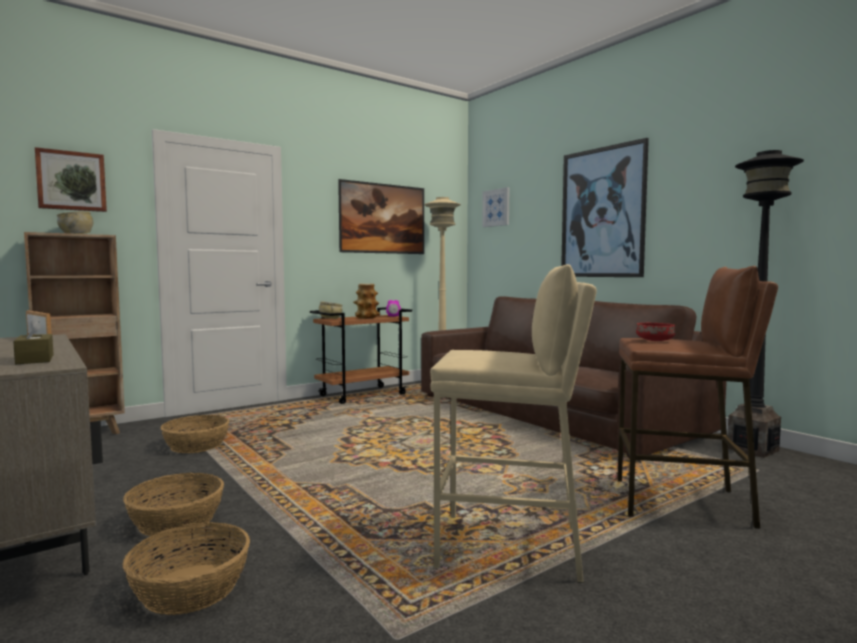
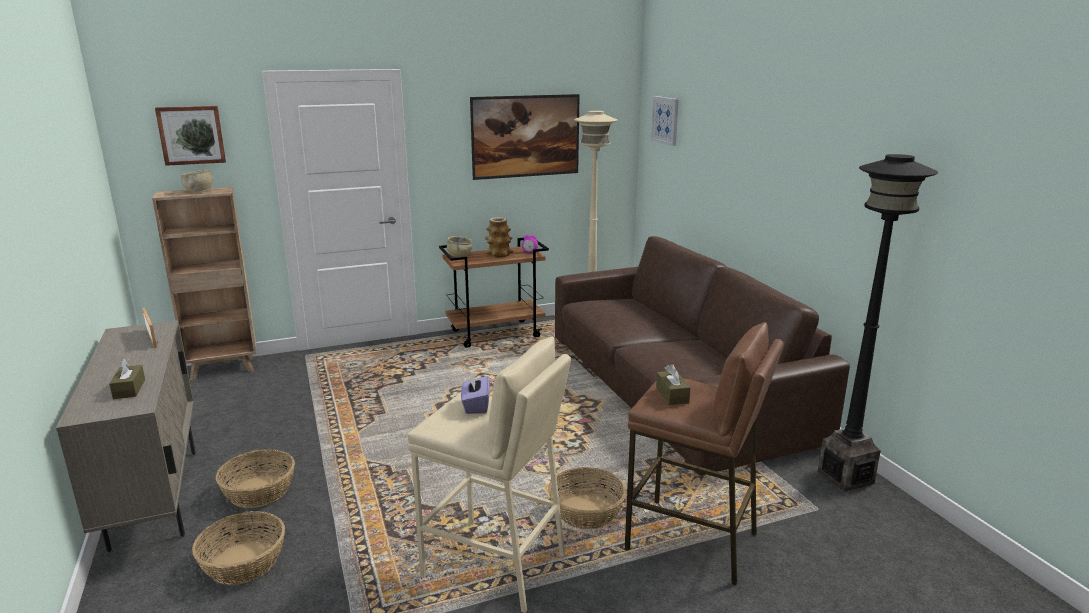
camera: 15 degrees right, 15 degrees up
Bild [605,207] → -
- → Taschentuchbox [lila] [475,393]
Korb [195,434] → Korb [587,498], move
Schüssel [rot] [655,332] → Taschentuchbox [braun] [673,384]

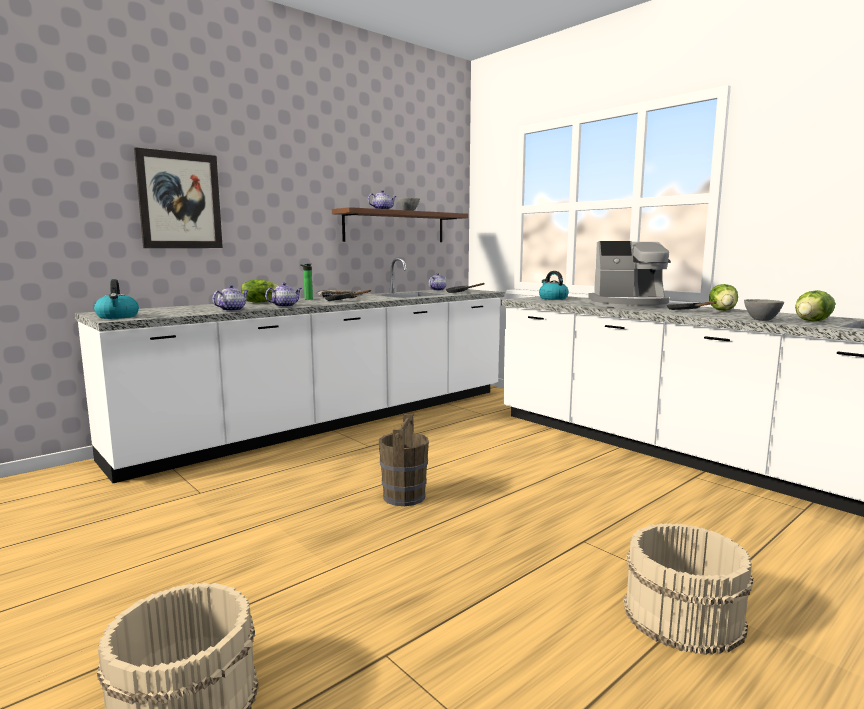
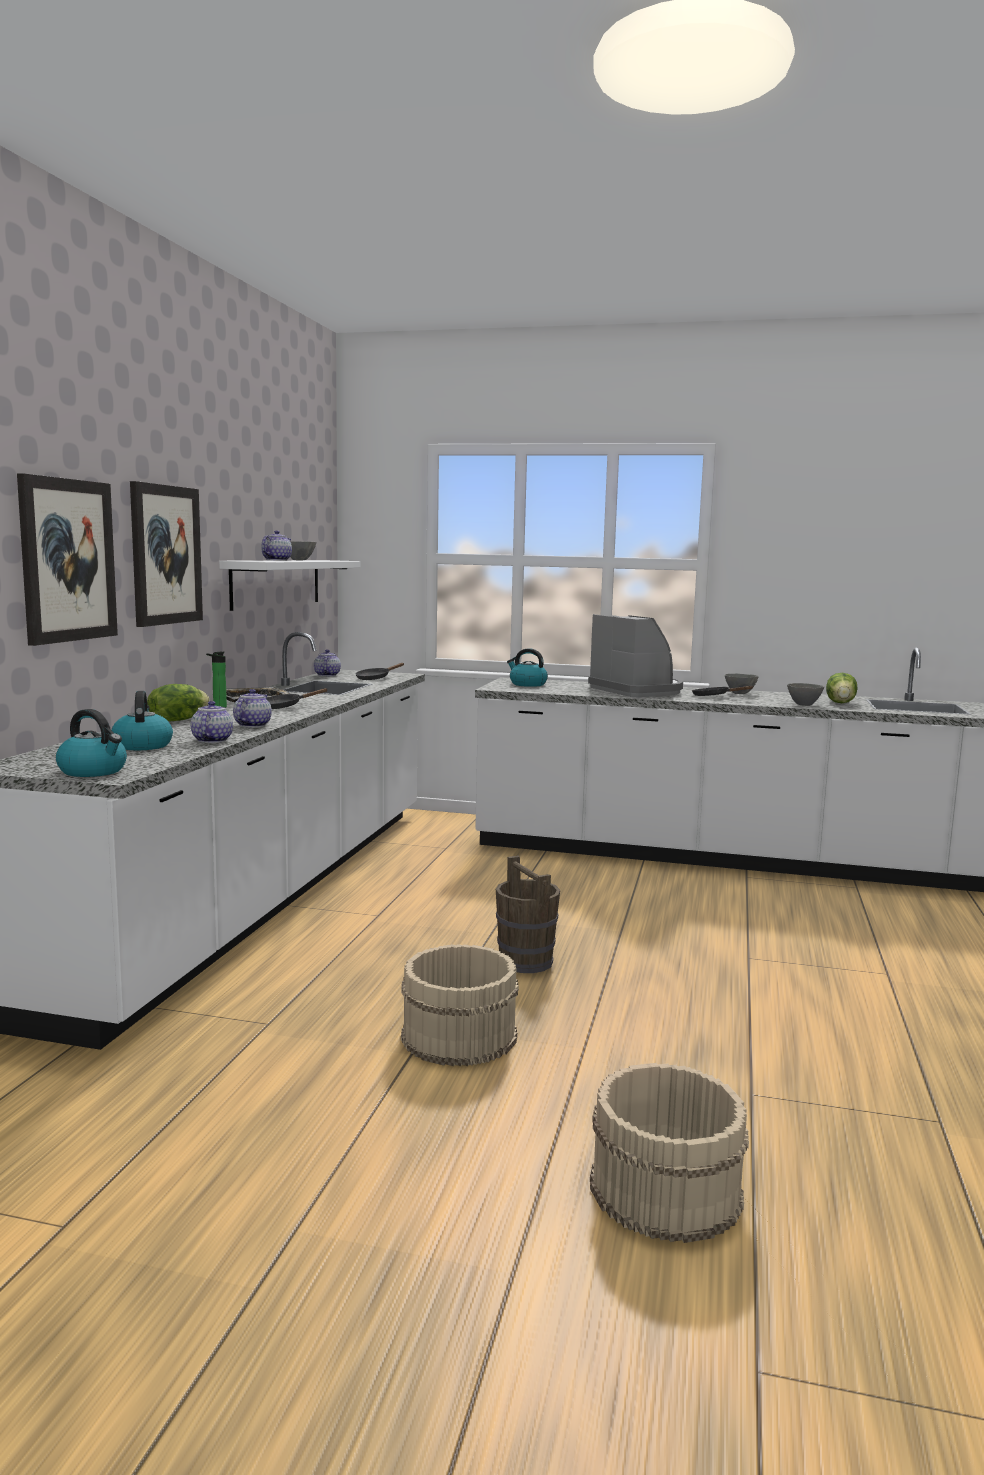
camera: 35 degrees left, 0 degrees up
- → Wasserkessel [142,720]
- → Bild [166,554]
Eimer [beige] [688,589] → Eimer [beige] [460,1005], move
Salatkopf [723,297] → Schüssel [grau] [742,684]
Wandregal [braun] [400,224] → Wandregal [weiß] [290,585]
Kaffeemaschine [629,275] → Kaffeemaschine [635,656], 90 degrees counterclockwise

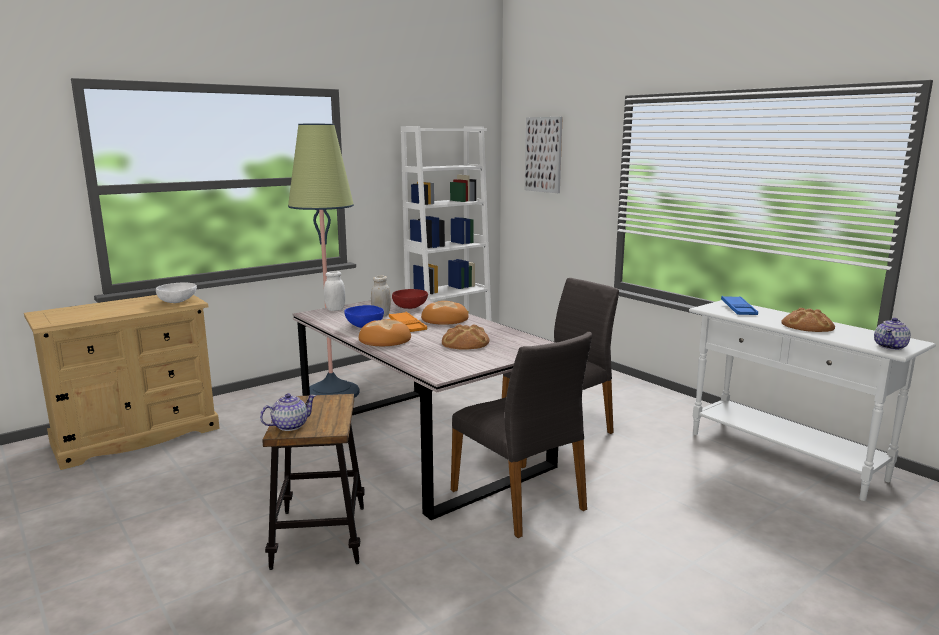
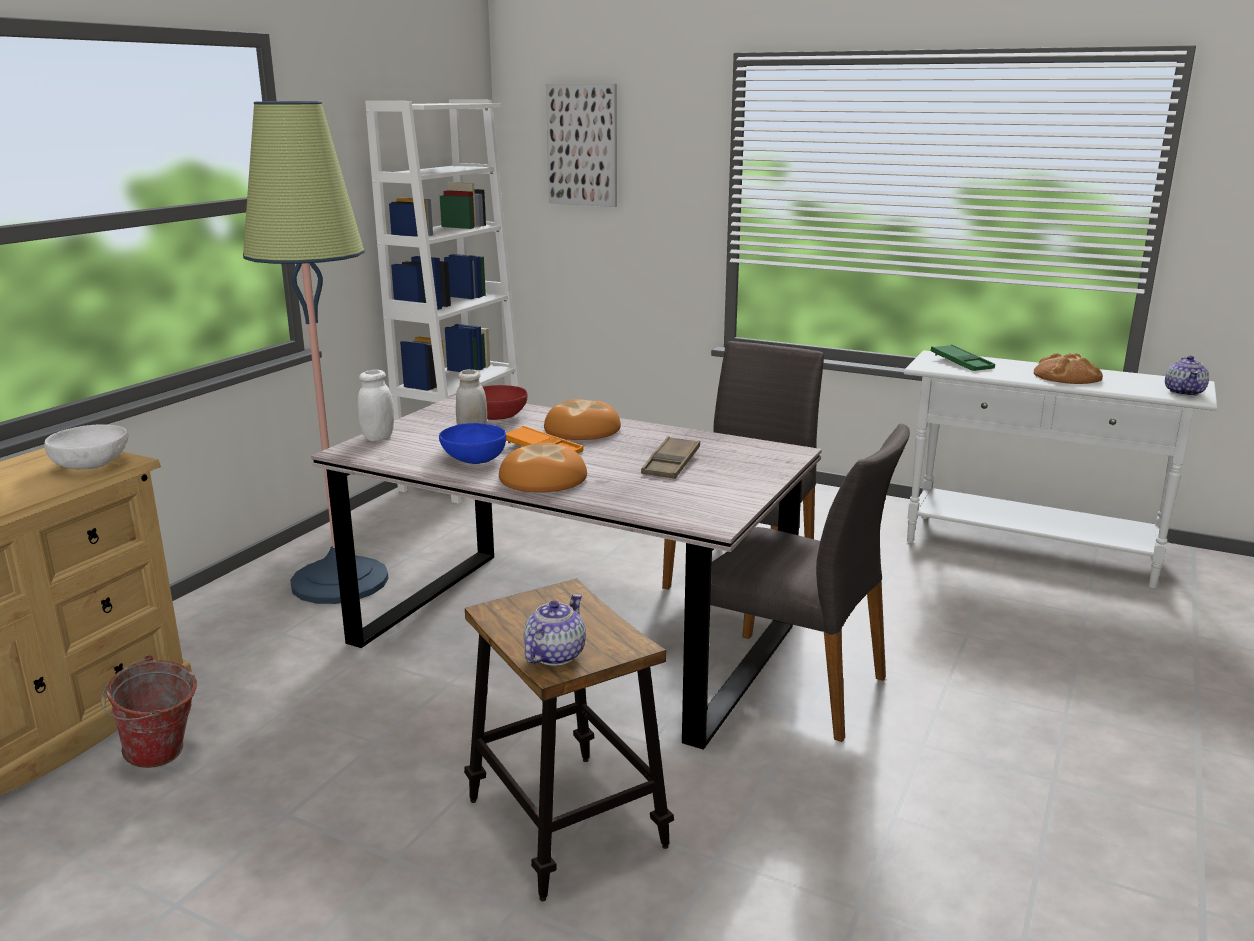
camera: 25 degrees left, 5 degrees up
- → Eimer [149,711]
Brot [466,337] → Tablett [braun] [670,457]
Tablett [blau] [739,305] → Tablett [grün] [963,357]

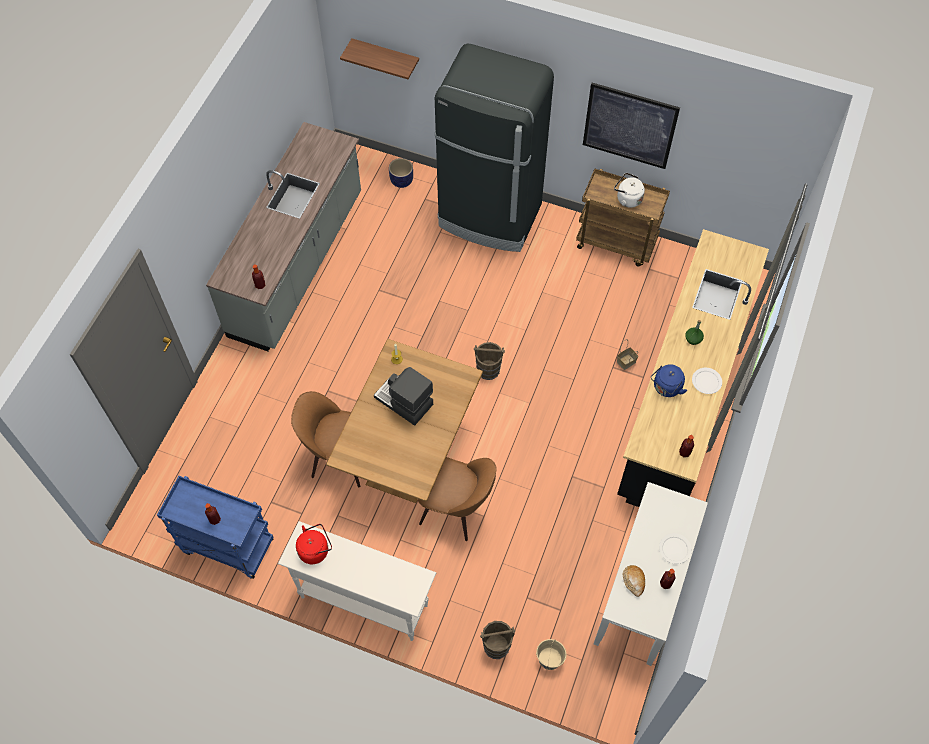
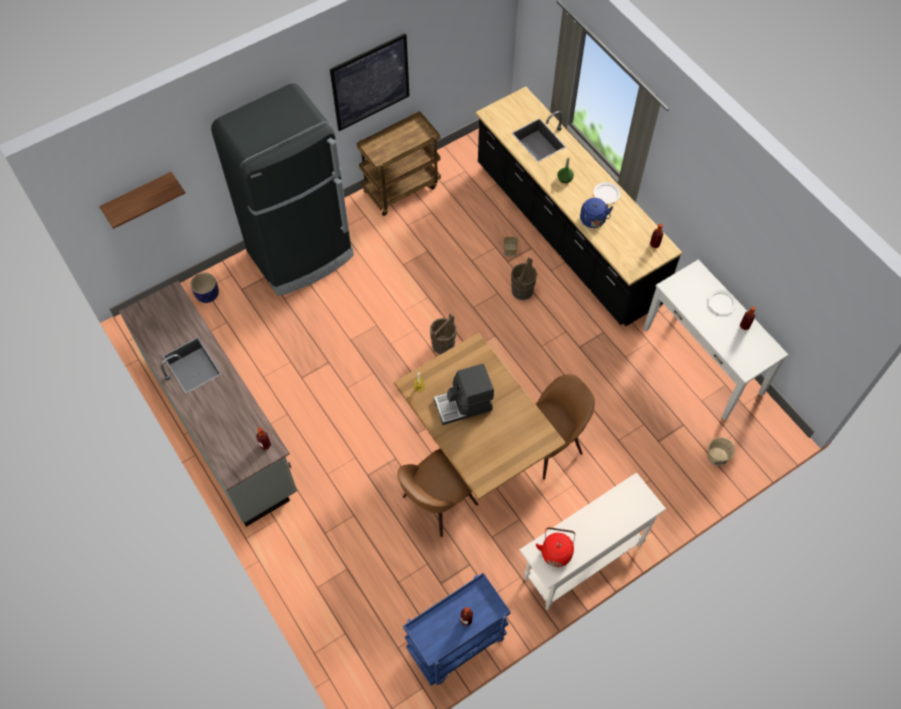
camera: 55 degrees left, 0 degrees up
Wasserkessel [weiß] [629,190] → -
Brot [634,581] → -
Eimer [braun] [497,640] → Eimer [braun] [524,279], move

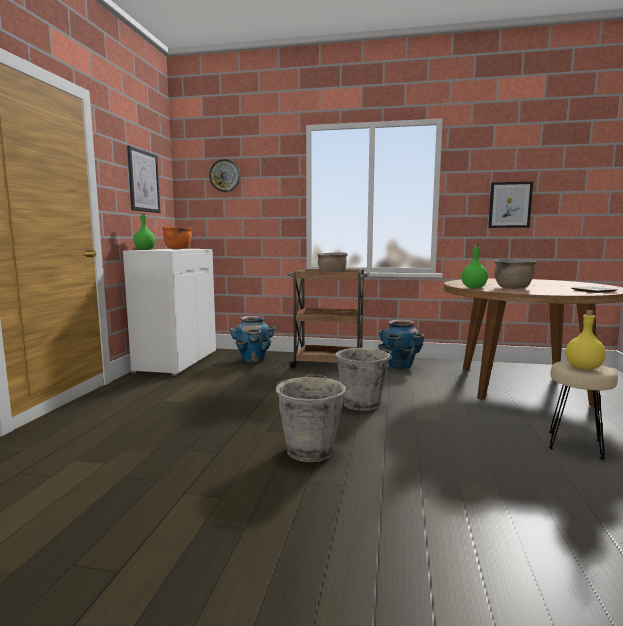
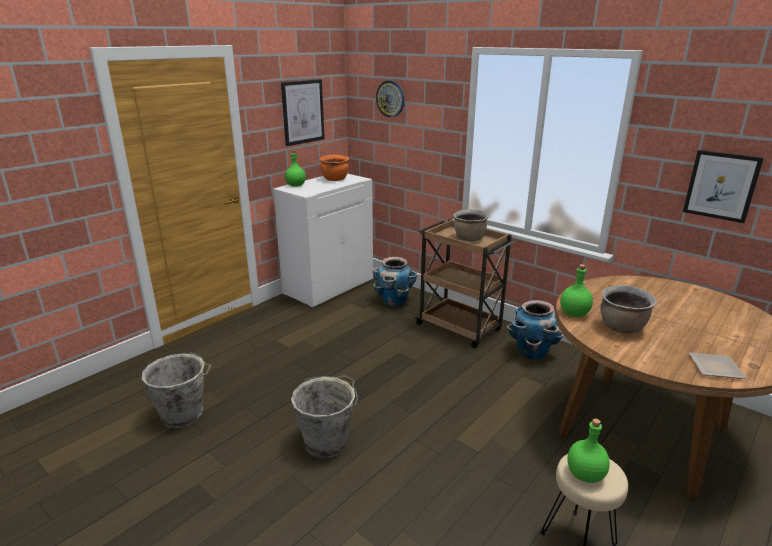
camera: 30 degrees right, 15 degrees up
Eimer [grau] [363,379] → Eimer [grau] [177,390], move
Flasche [gelb] [586,340] → Flasche [grün] [588,451]

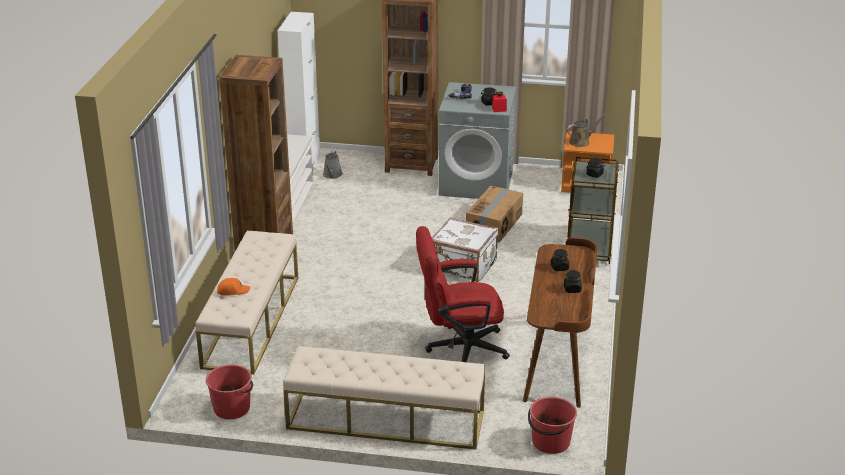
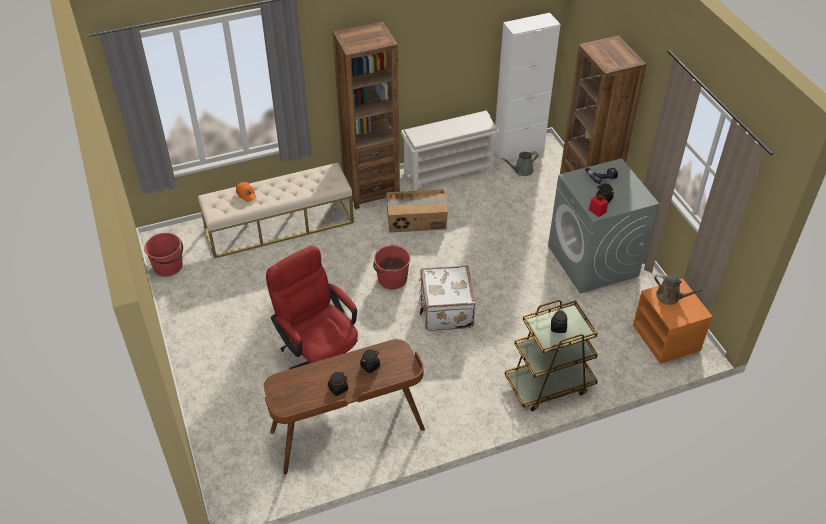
camera: 60 degrees right, 15 degrees up
Bank [beige] [384,398] → -
Karton [494,214] → Karton [417,211], move
Eimer [rot] [552,425] → Eimer [rot] [392,267], move

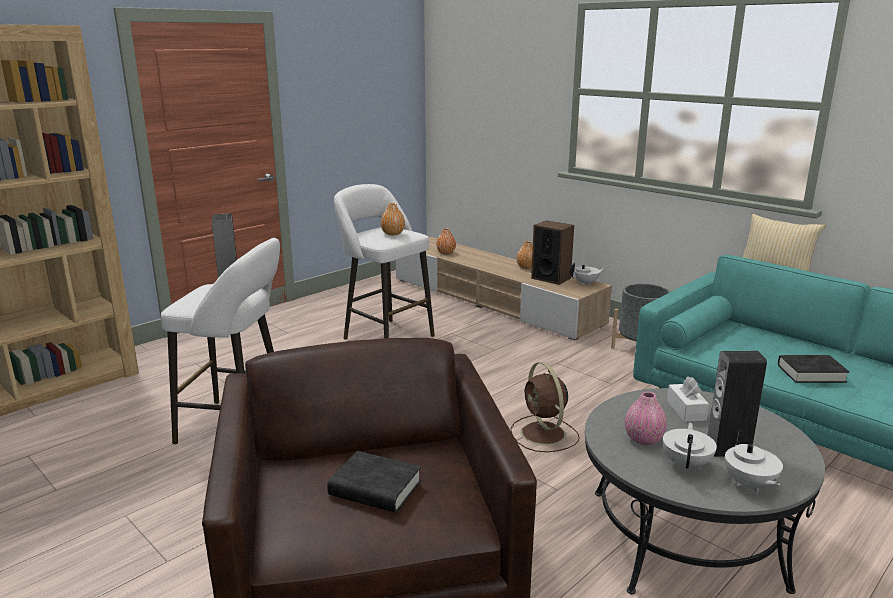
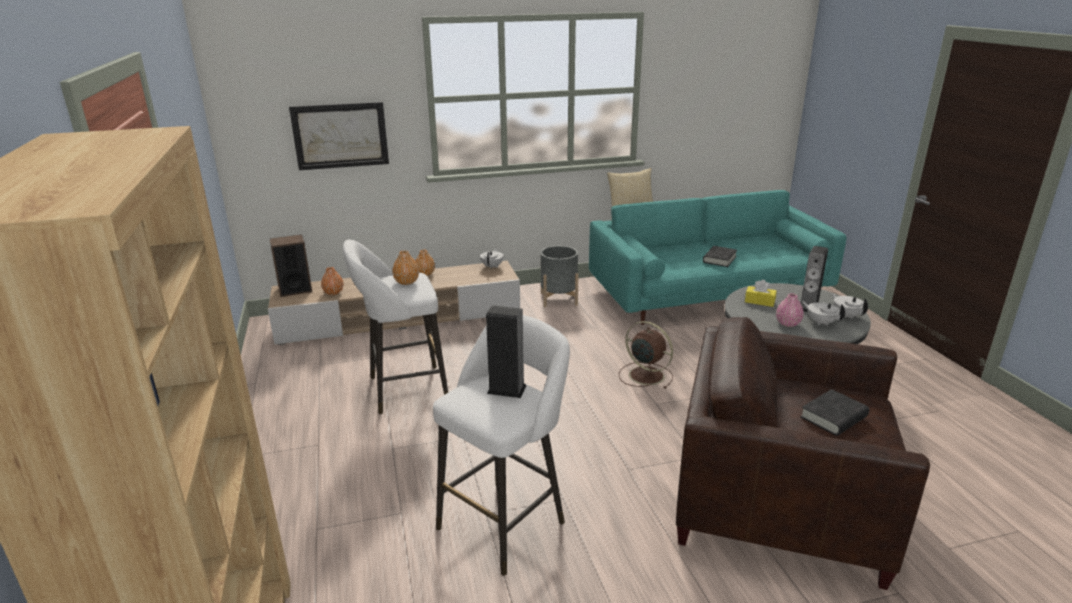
camera: 60 degrees left, 5 degrees up
- → Bild [339,136]
Lautsprecher [552,252] → Lautsprecher [291,265], move
Taschentuchbox [weiß] [688,399] → Taschentuchbox [gelb] [761,293]
Ventilator [braun] [545,407] → Ventilator [braun] [646,355], 150 degrees counterclockwise
Teekanne [weiß] [754,461] → Teekanne [weiß] [849,306], 135 degrees counterclockwise

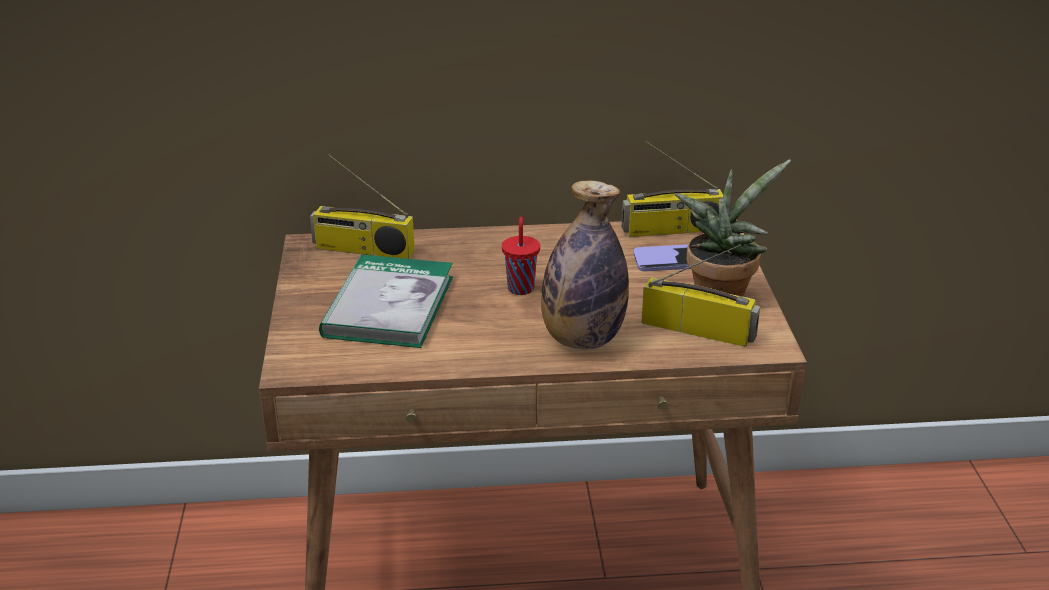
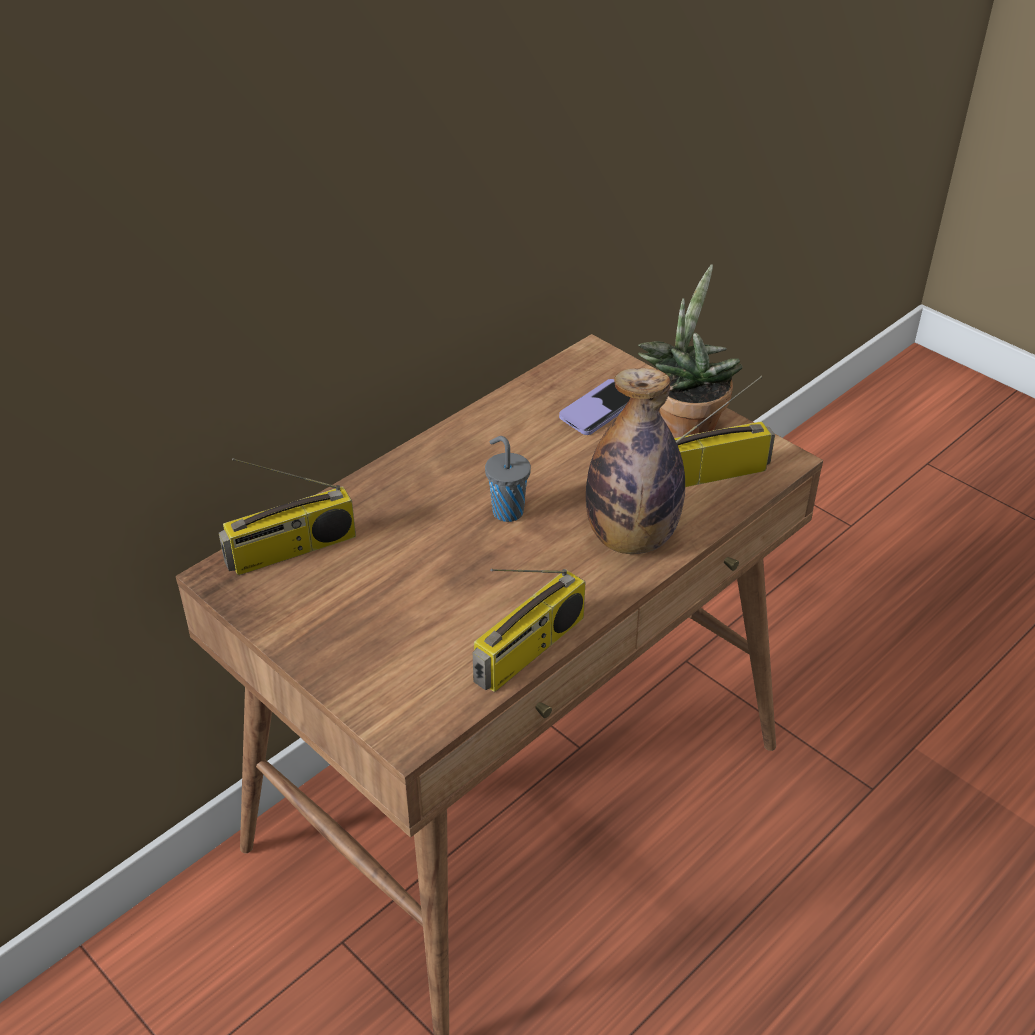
camera: 40 degrees left, 10 degrees up
Buch [386,301] → -
Radio [672,189] → Radio [529,630], move
Tasse [rot] [521,256] → Tasse [grau] [508,479]

